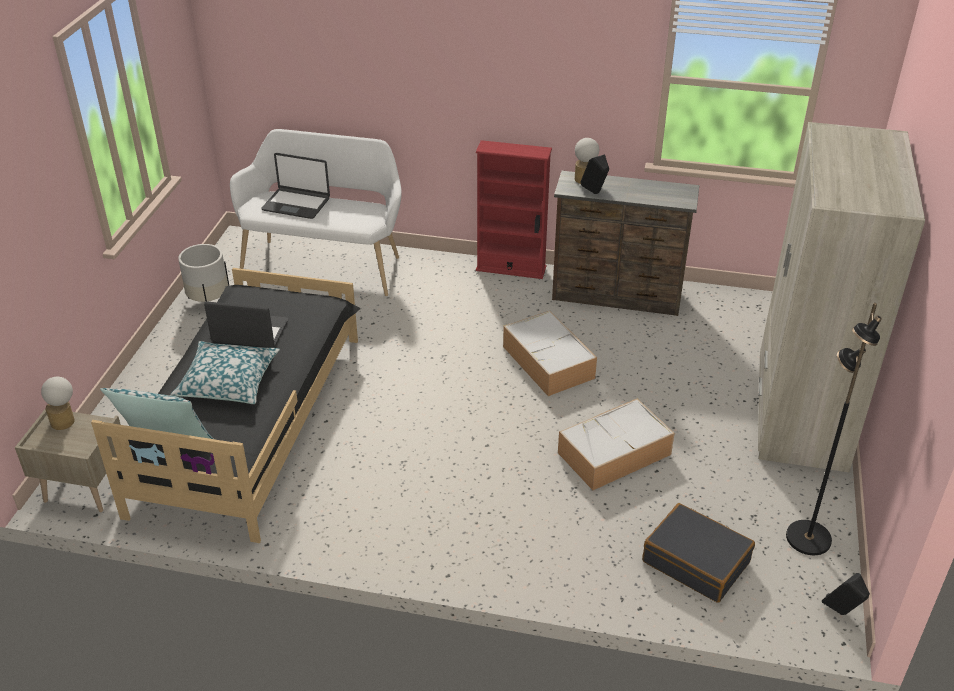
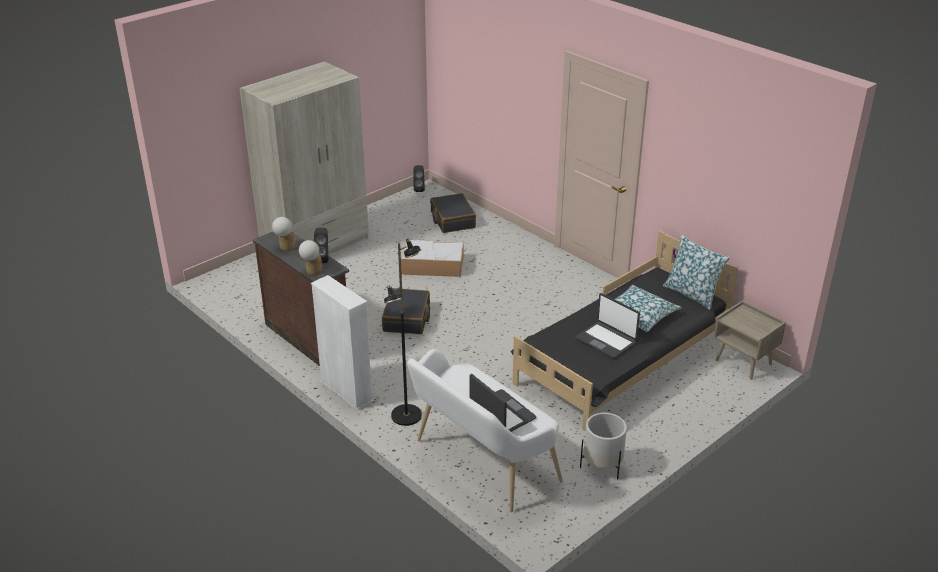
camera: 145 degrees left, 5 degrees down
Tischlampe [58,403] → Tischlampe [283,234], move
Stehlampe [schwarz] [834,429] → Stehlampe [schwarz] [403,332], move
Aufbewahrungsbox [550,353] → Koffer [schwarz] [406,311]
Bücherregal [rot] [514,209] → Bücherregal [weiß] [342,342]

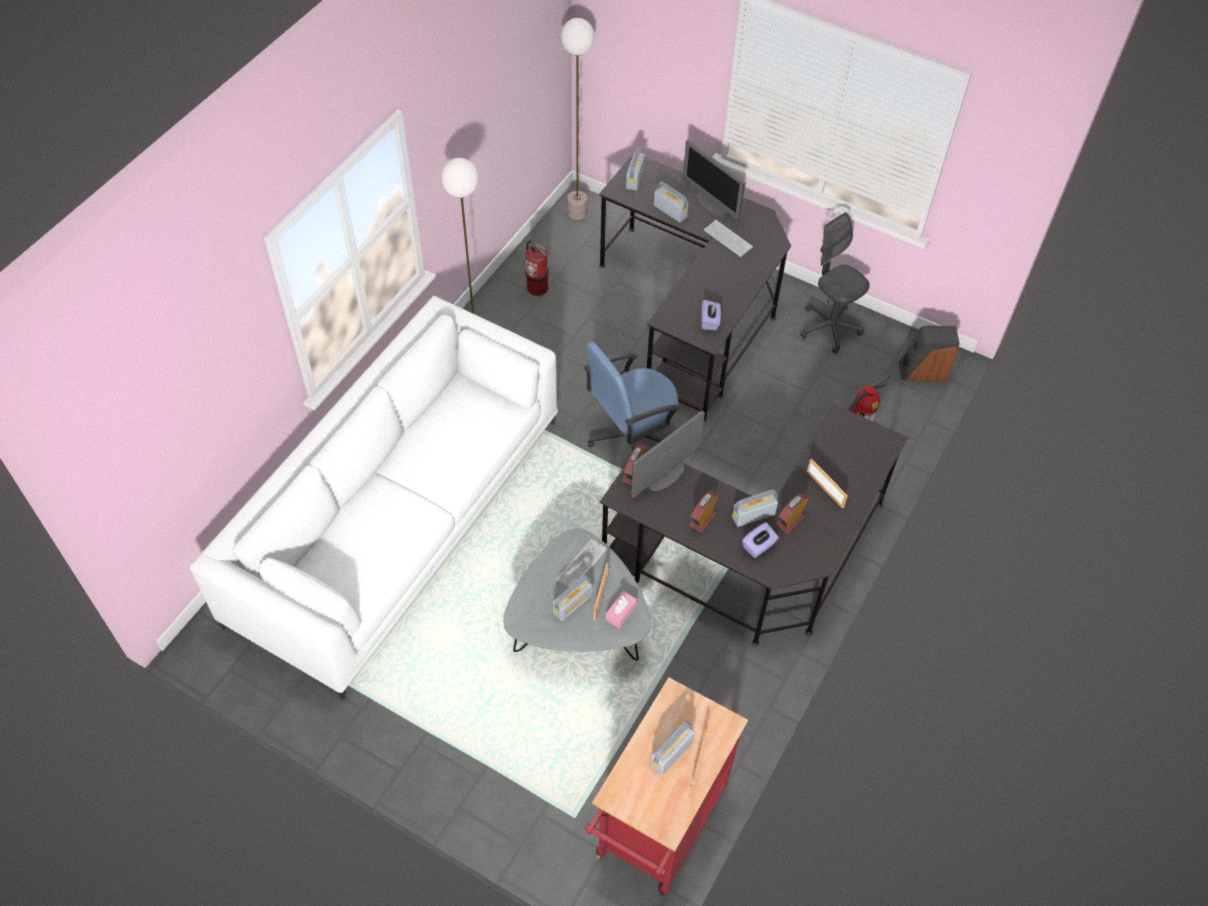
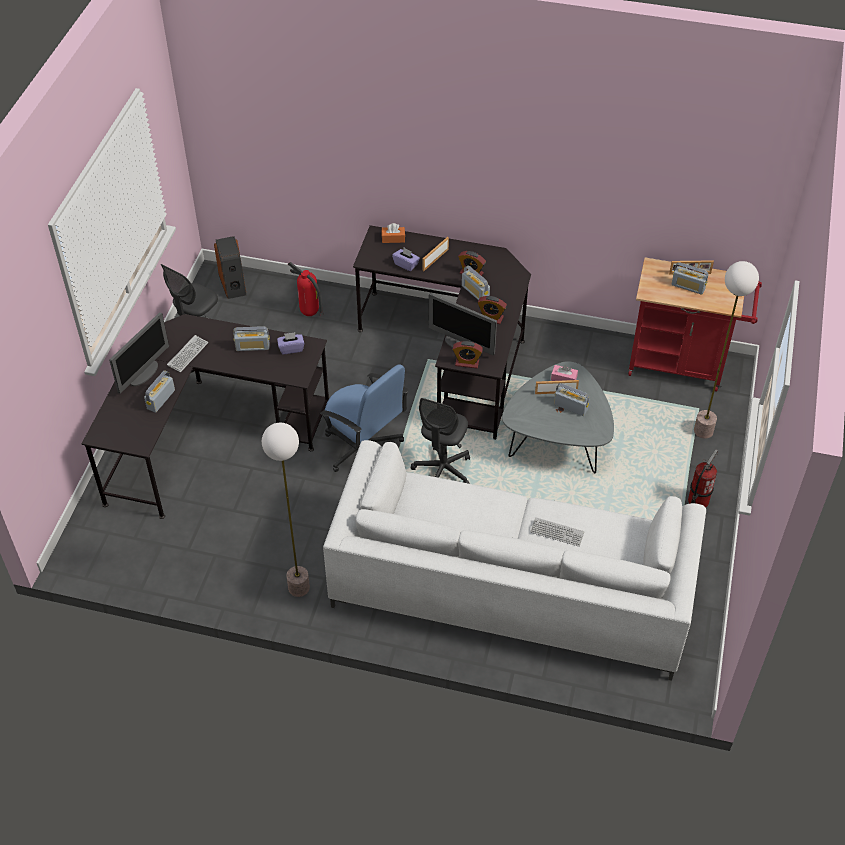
camera: 105 degrees left, 5 degrees down
- → Taschentuchbox [orange] [393,233]
- → Bürostuhl [grau] [440,441]
Feuerlöscher [537,268] → Feuerlöscher [703,478], move
Tastatur [581,563] → Tastatur [557,532], move
Stehlampe [577,119] → Stehlampe [726,350], move
Radio [635,168] → Radio [251,338], move
Taschentuchbox [lila] [760,540] → Taschentuchbox [lila] [406,259], move

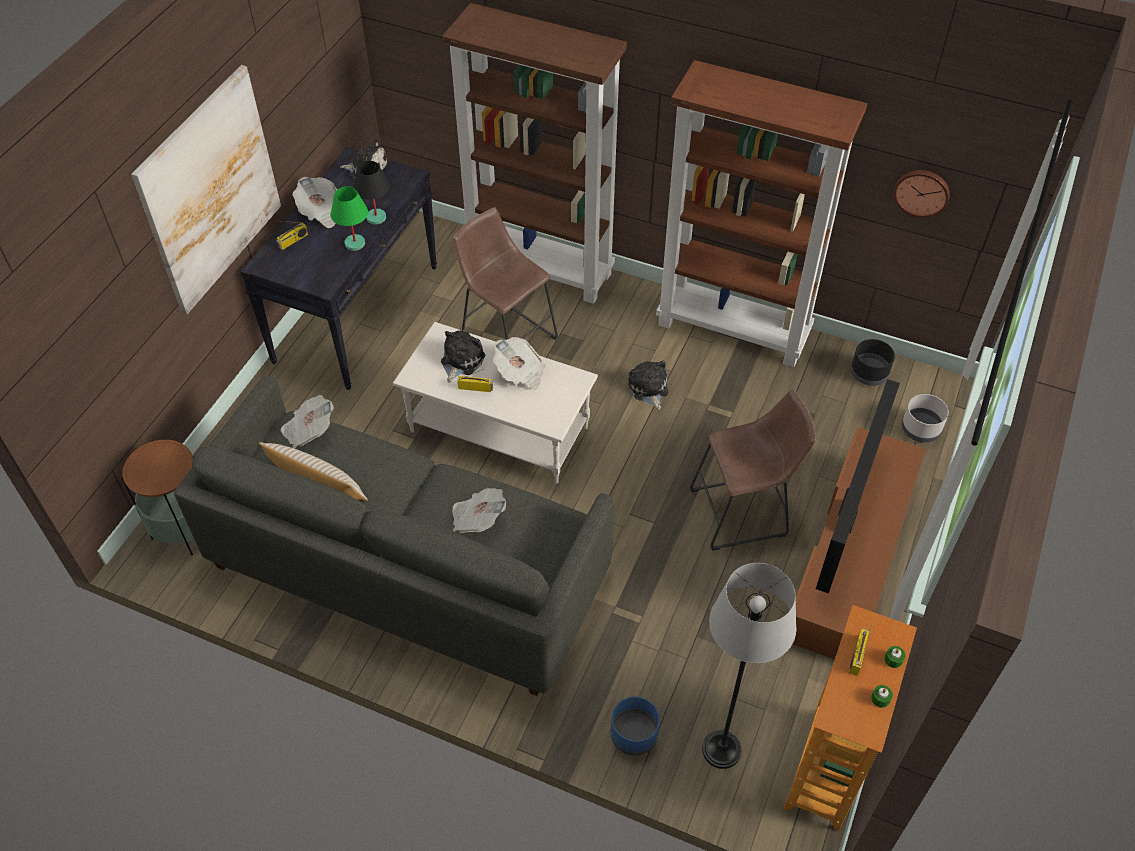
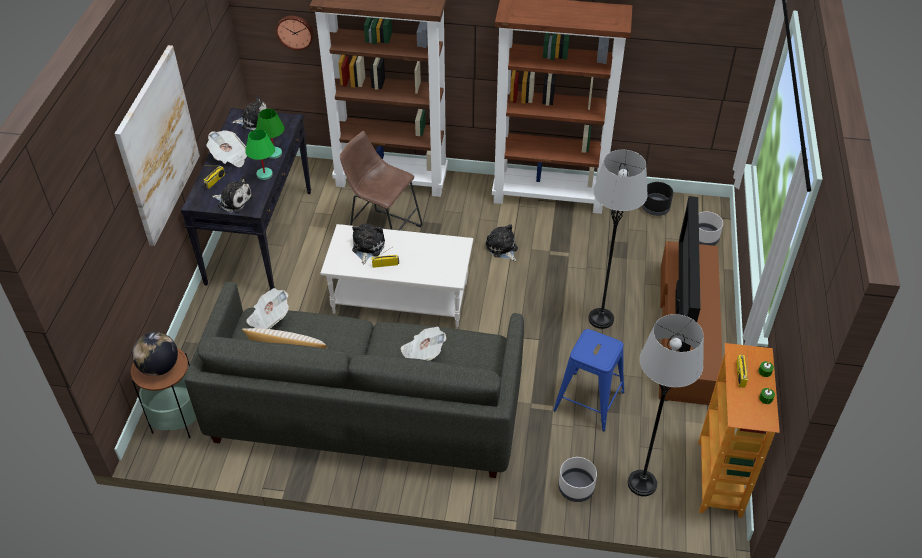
camera: 15 degrees left, 5 degrees down
Zeitung [519,363] → -
- → Globus [155,354]
- → Plüschtier [232,194]
- → Hocker [blau] [588,380]
Wanduhr [922,194] → Wanduhr [295,33], move
Hocker [braun] [753,470] → Stehlampe [grau] [618,239]
Tischlampe [schwarz] [371,192] → Tischlampe [grün] [270,134]
Pflanzkübel [blau] [635,726] → Pflanzkübel [grau] [577,479]

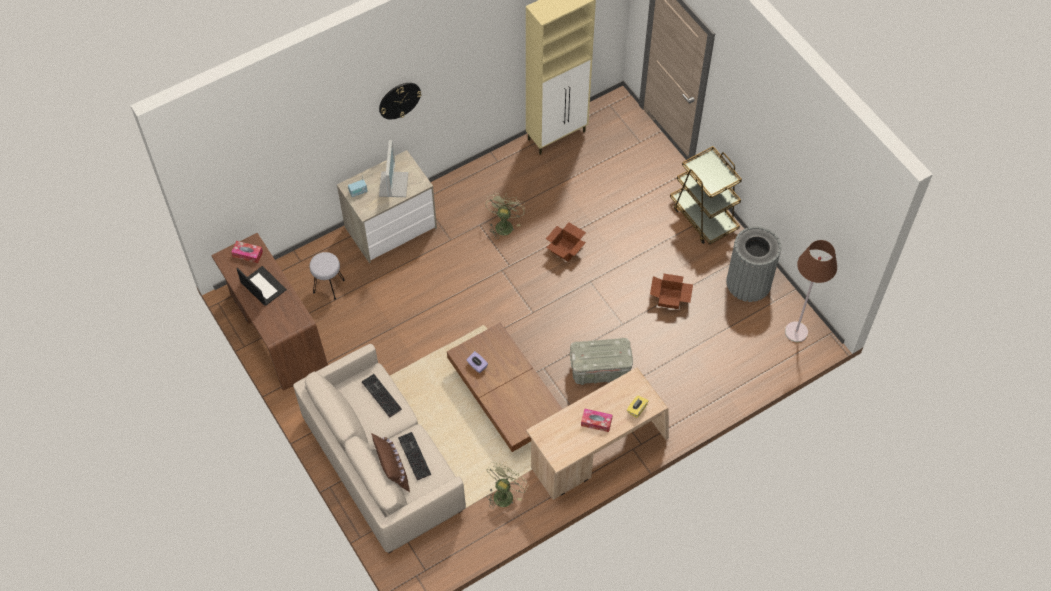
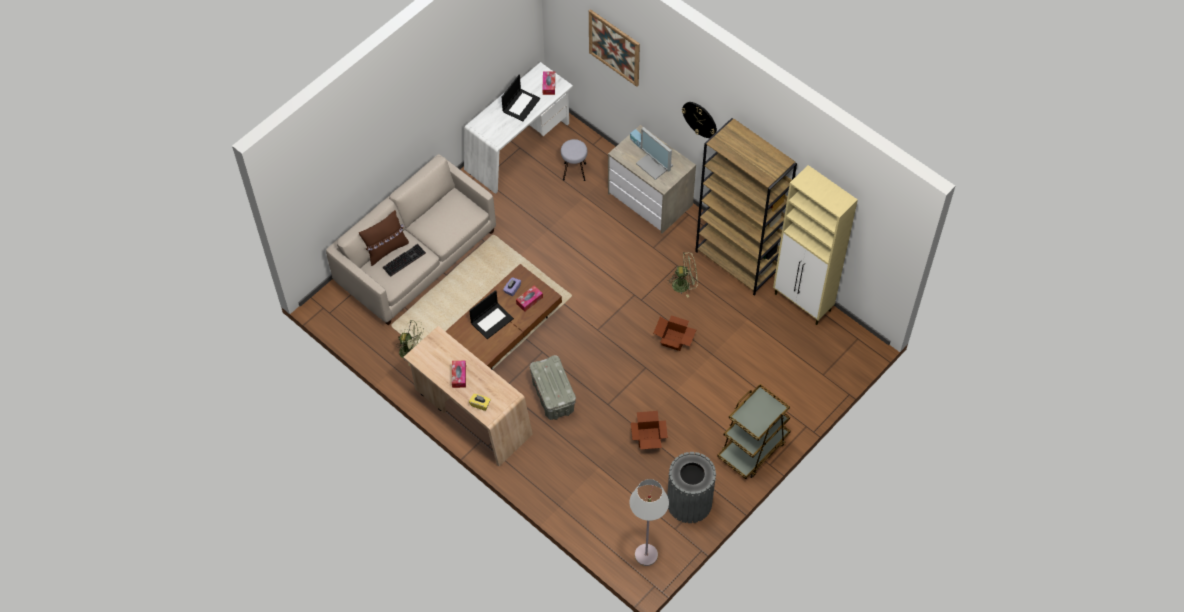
camera: 75 degrees right, 0 degrees up
Tastatur [382,396] → -
- → Laptop [491,314]
- → Taschentuchbox [529,298]
- → Bild [614,48]
- → Bücherregal [braun] [746,207]
Schreibtisch [braun] [269,312] → Schreibtisch [weiß] [518,128]
Stehlampe [braun] [811,291] → Stehlampe [weiß] [649,522]
Monitor [393,168] → Monitor [654,153], 60 degrees clockwise

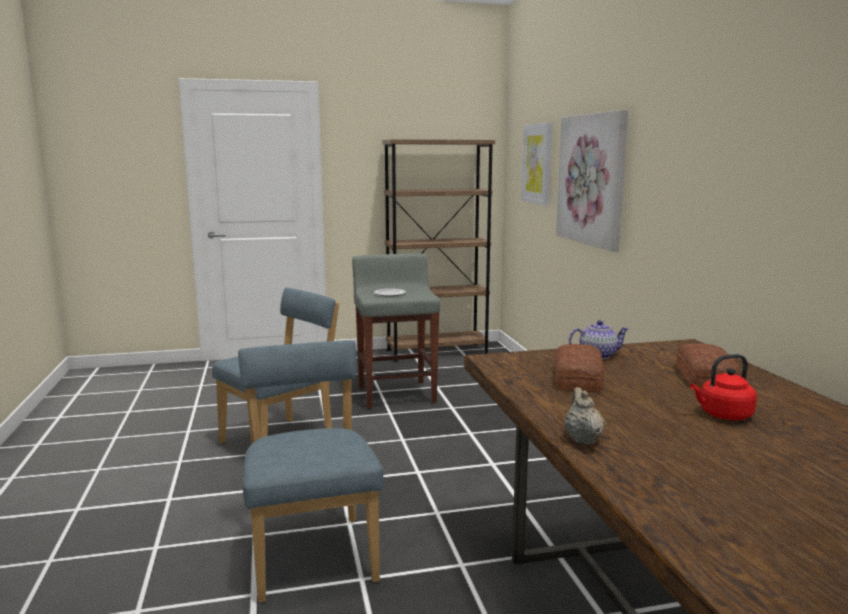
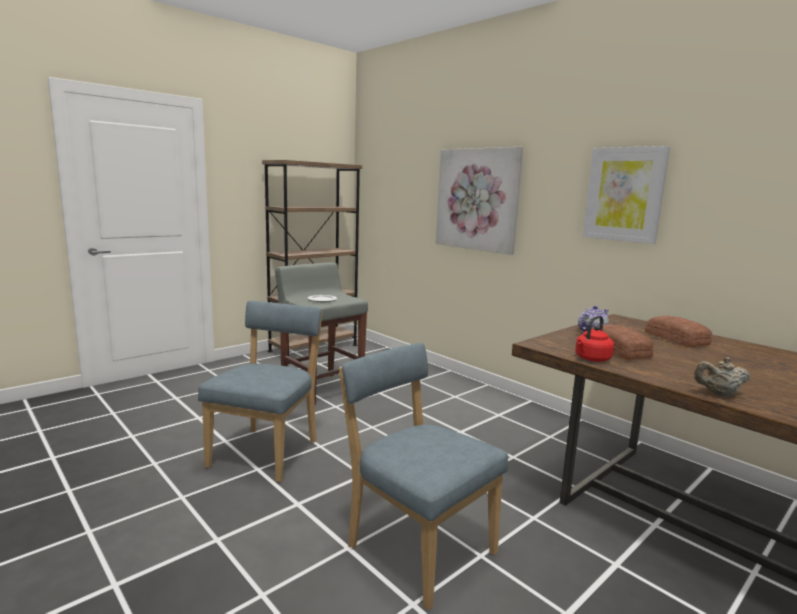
camera: 30 degrees left, 0 degrees up
Bild [536,164] → Bild [626,195], move
Wasserkessel [rot] [723,387] → Wasserkessel [rot] [594,338], move
Teekanne [beige] [585,415] → Teekanne [beige] [722,377], 60 degrees counterclockwise

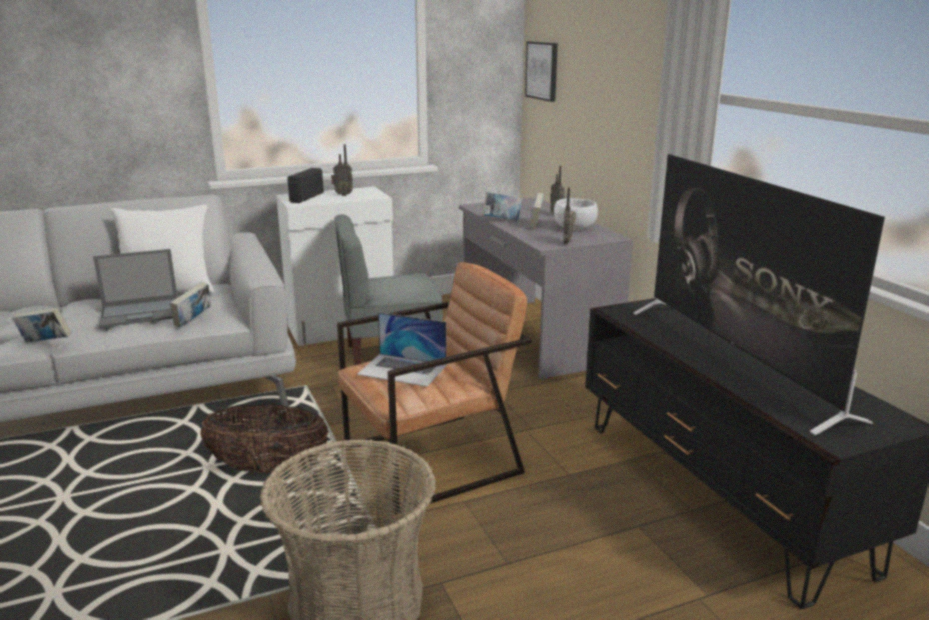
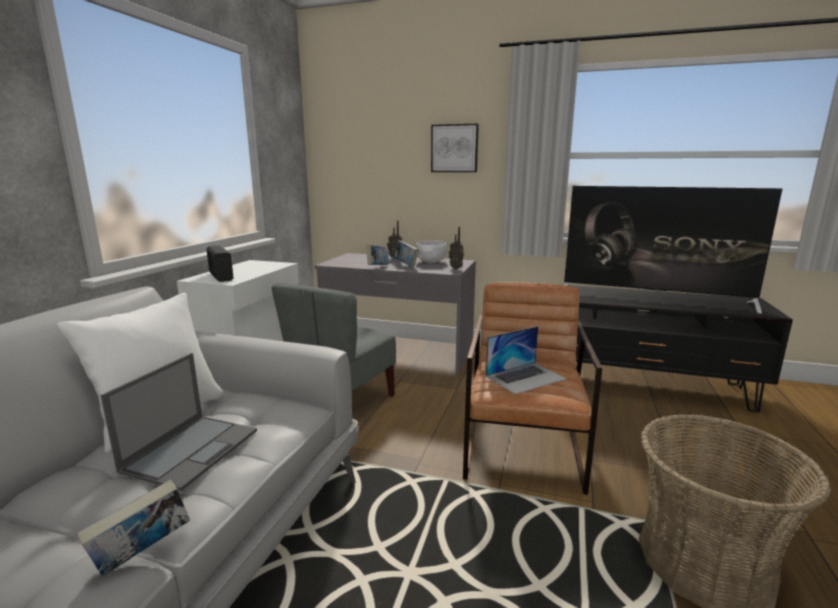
camera: 50 degrees left, 5 degrees down
Buch [190,305] → -
Korb [264,438] → -
Radio [342,170] → -
Bild [541,72] → Bild [455,148], move

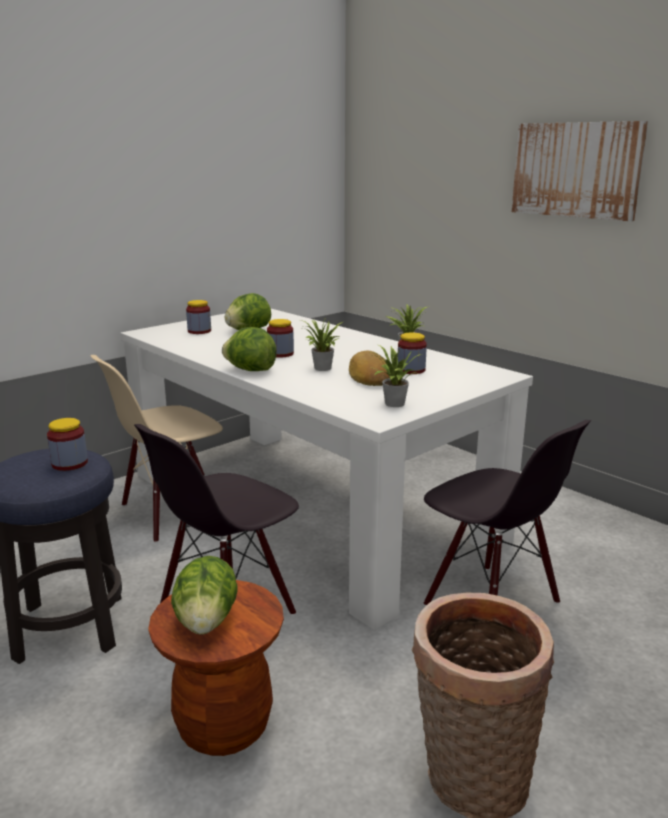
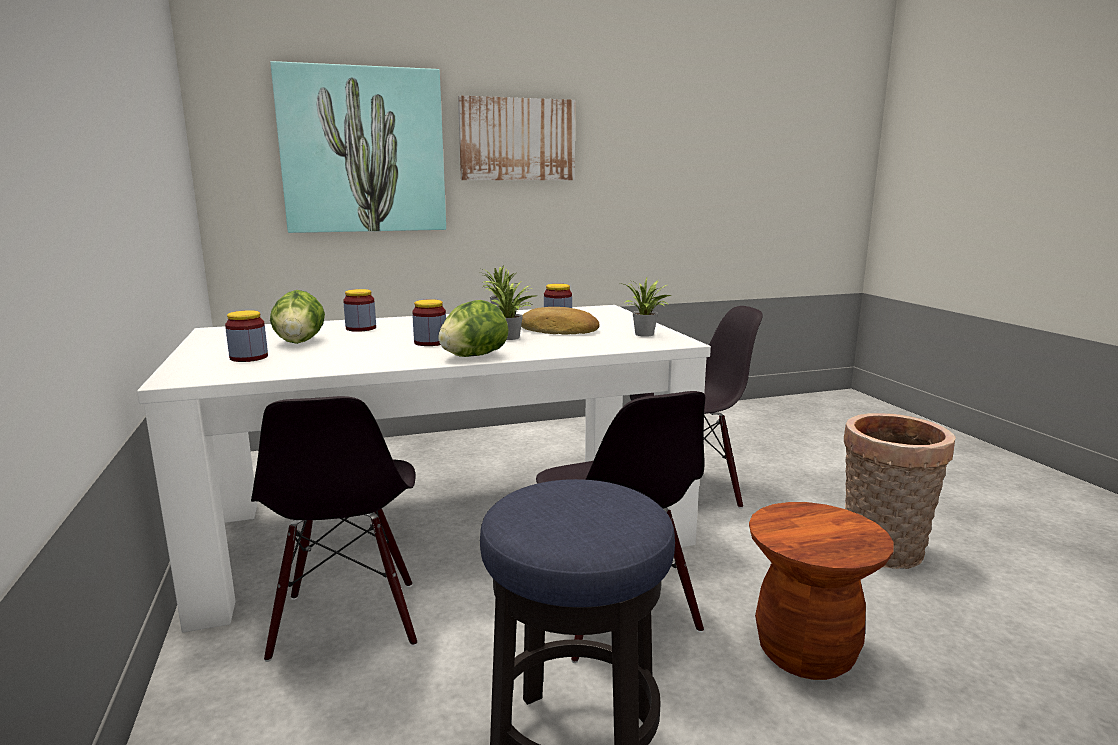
camera: 65 degrees left, 5 degrees down
Salatkopf [204,595] → -
- → Bild [358,147]
Vorratsglas [67,444] → Vorratsglas [359,310], move
Stuhl [beige] [156,449] → Stuhl [schwarz] [334,529]

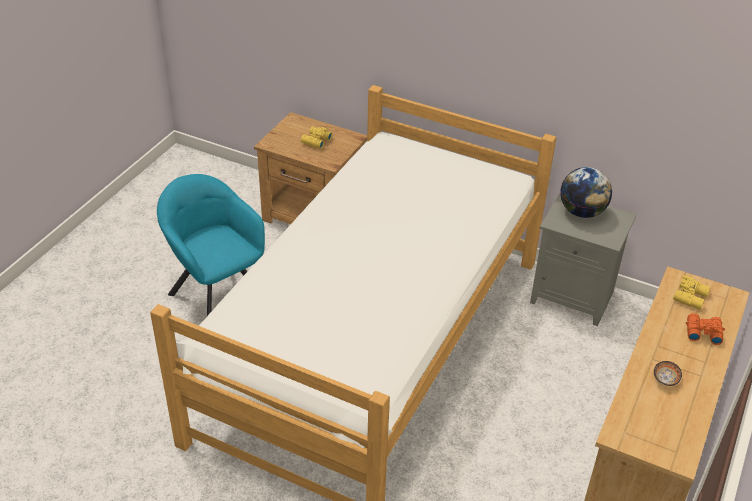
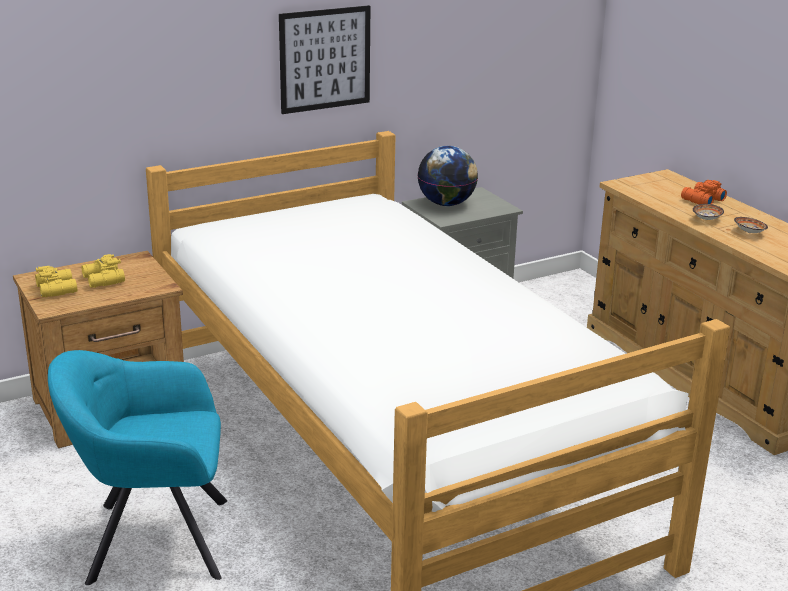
camera: 55 degrees left, 15 degrees down
- → Bild [324,59]
- → Schüssel [708,212]
Fernglas [gelb] [691,292] → Fernglas [gelb] [56,281], move

